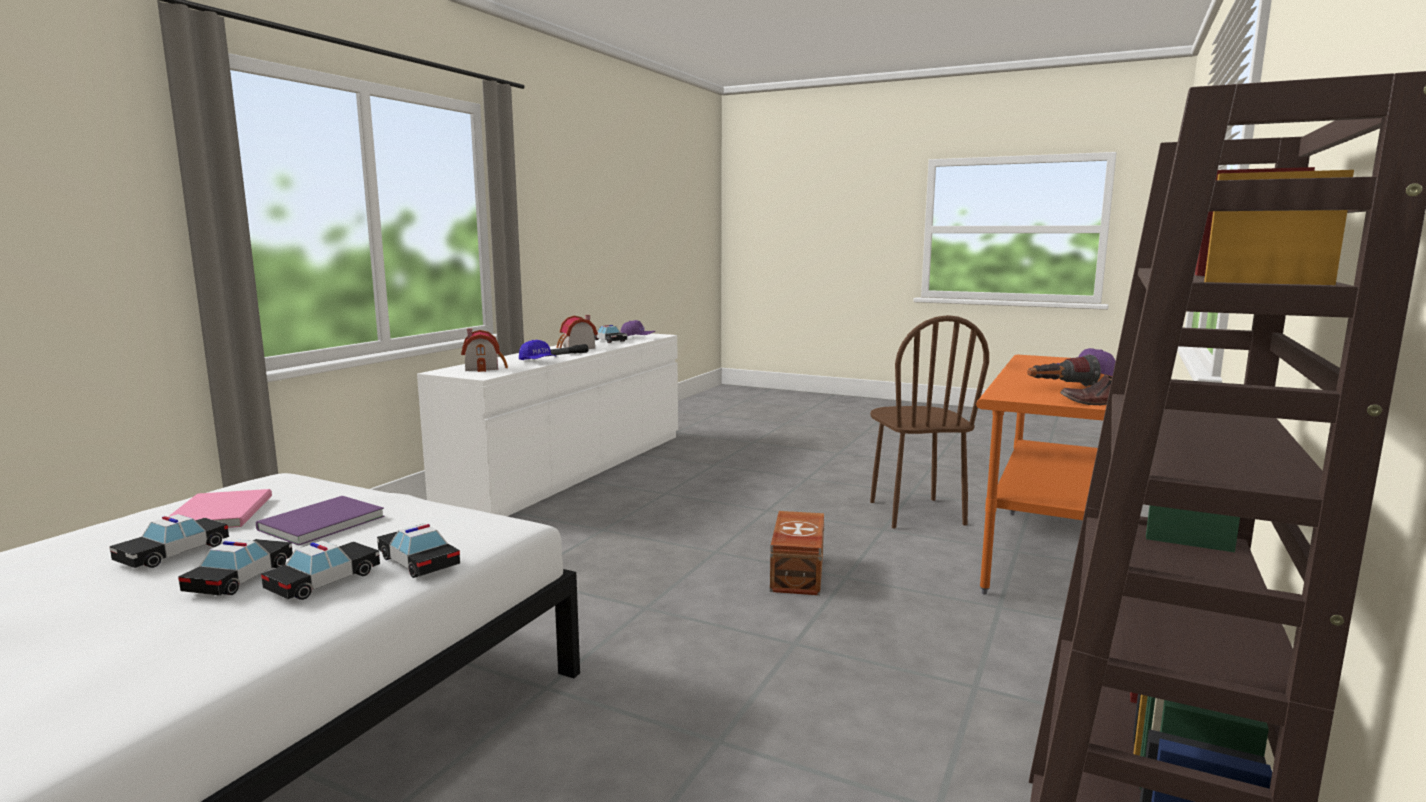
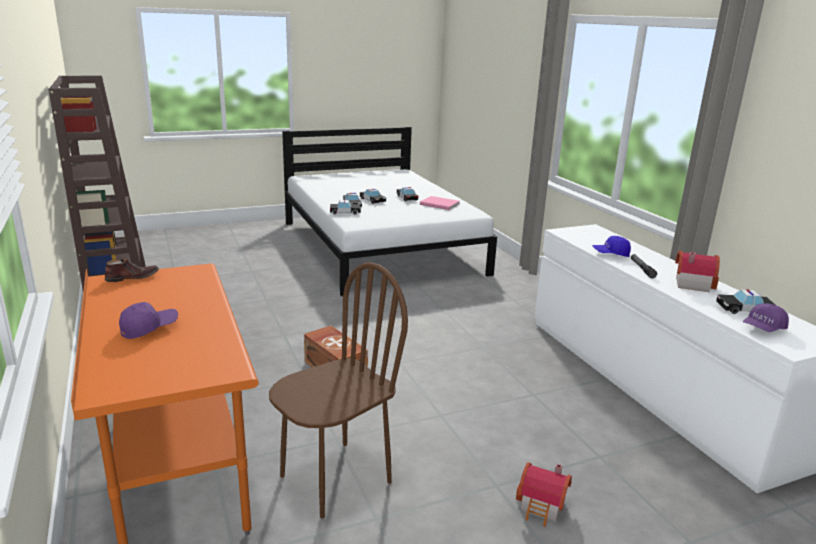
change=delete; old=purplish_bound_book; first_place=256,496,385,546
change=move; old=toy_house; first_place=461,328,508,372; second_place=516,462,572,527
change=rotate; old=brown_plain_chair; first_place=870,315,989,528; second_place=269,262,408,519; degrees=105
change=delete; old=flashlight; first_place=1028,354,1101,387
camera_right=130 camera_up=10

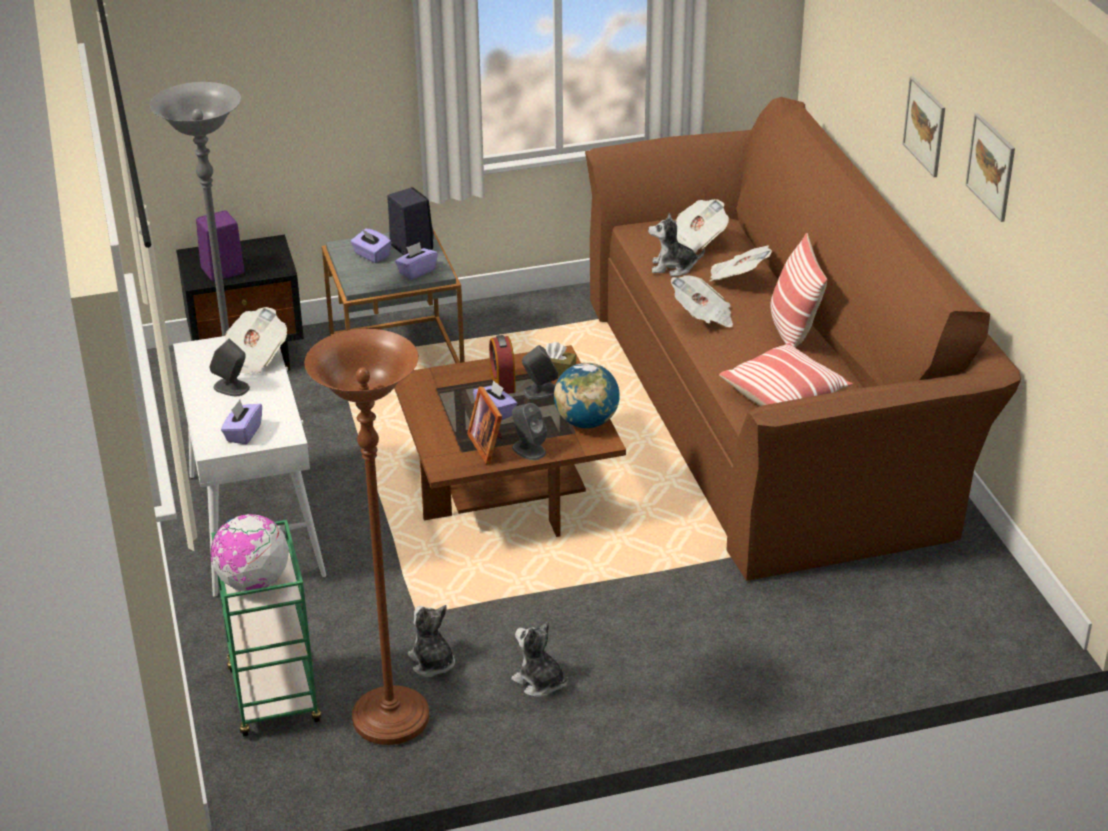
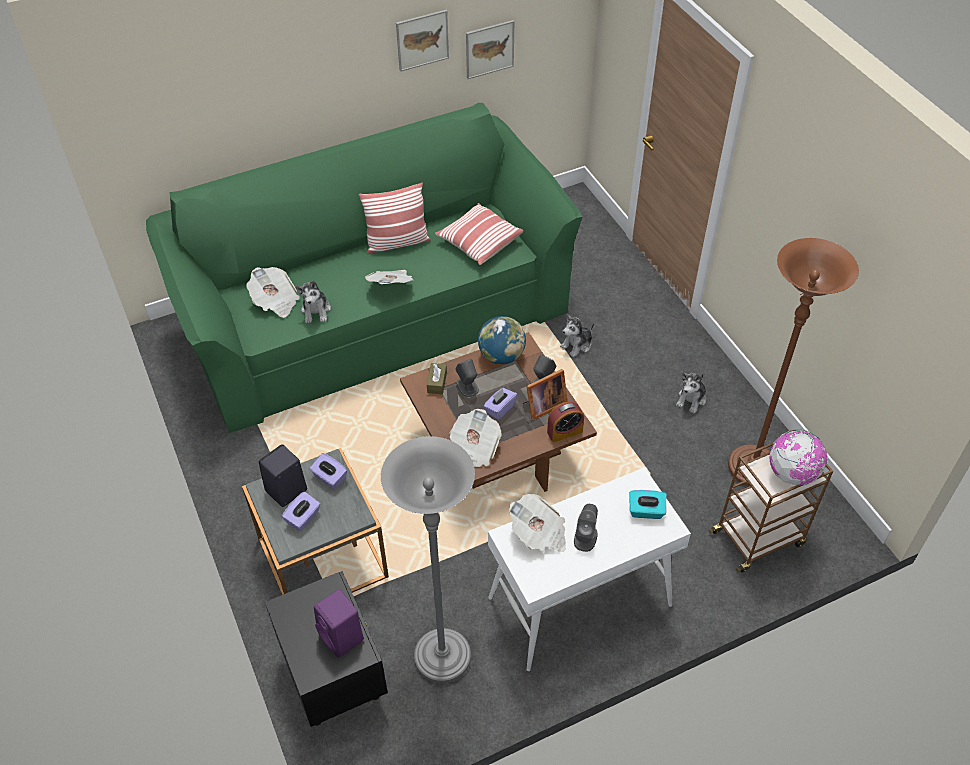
change=recolor; old=greenish_trolley; new=brown_trolley; first_place=211,520,322,737; second_place=709,442,833,573
change=recolor; old=purplish_tissue_holder; new=blue-green_tissue_holder; first_place=221,400,262,445; second_place=630,490,666,519
change=move; old=soft_toy; first_place=408,605,455,677; second_place=560,314,594,357
change=move; old=alarm_clock; first_place=489,335,516,394; second_place=547,402,584,442
change=recolor; old=brown_couch; new=greenish_couch; first_place=585,97,1021,581; second_place=146,103,582,433
change=move; old=newspaper; first_place=710,245,772,281; second_place=449,409,502,467
change=move; old=picture; first_place=903,76,945,177; second_place=466,20,514,79
camera_right=-100 camera_up=15

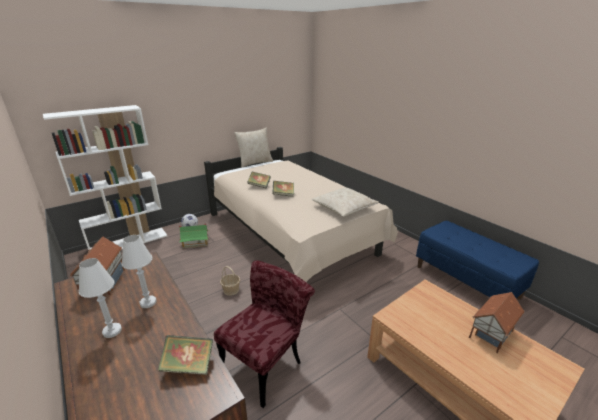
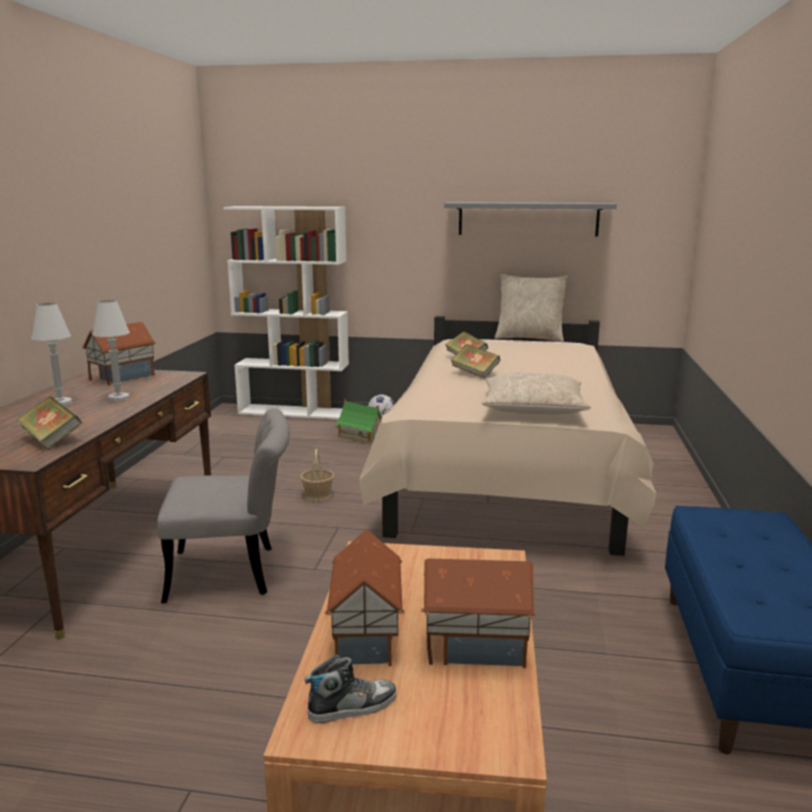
change=recolor; old=reddish_plain_chair; new=grey_plain_chair; first_place=214,260,315,408; second_place=157,408,290,603
change=insert; new=low_shoe; second_place=305,655,397,723
change=insert; new=toy_house; second_place=325,529,405,666
change=insert; new=grey_shelf; second_place=444,202,617,236
camera_right=45 camera_up=-10

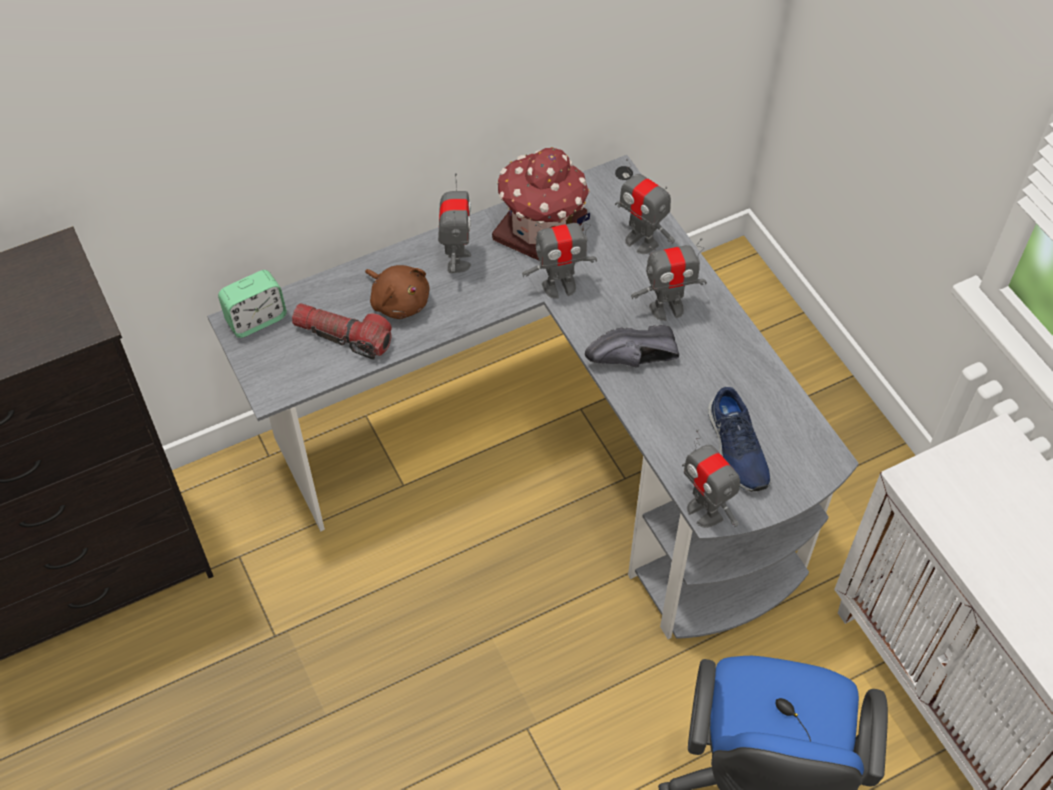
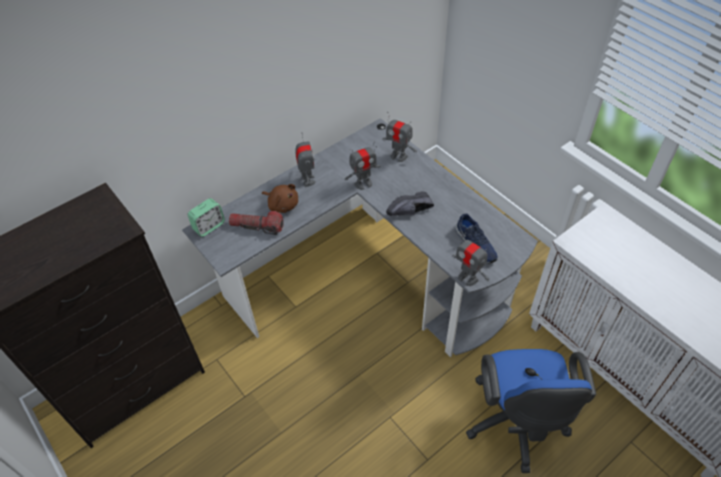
change=delete; old=toy_house; first_place=492,147,590,261
change=delete; old=robot_figure; first_place=631,238,707,321
camera_right=-10 camera_up=-5

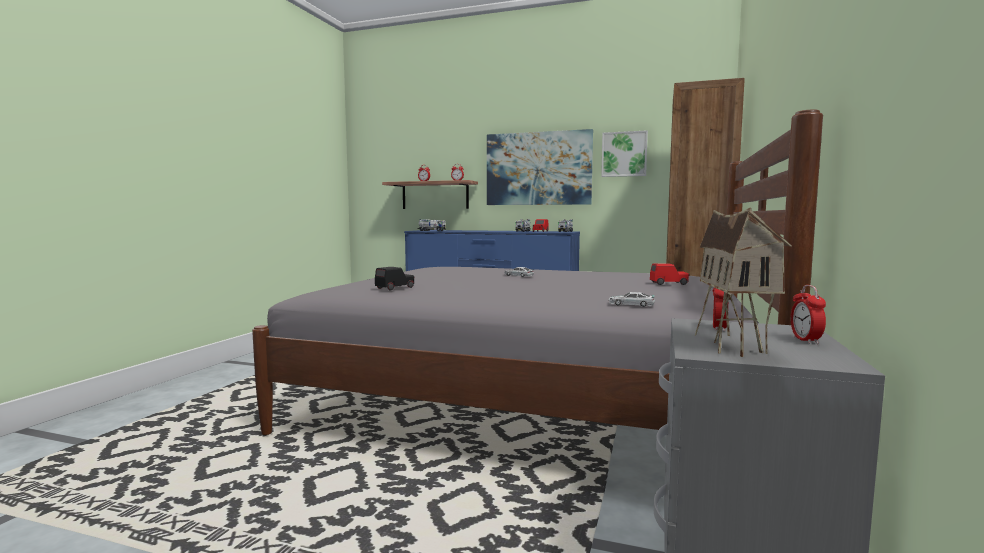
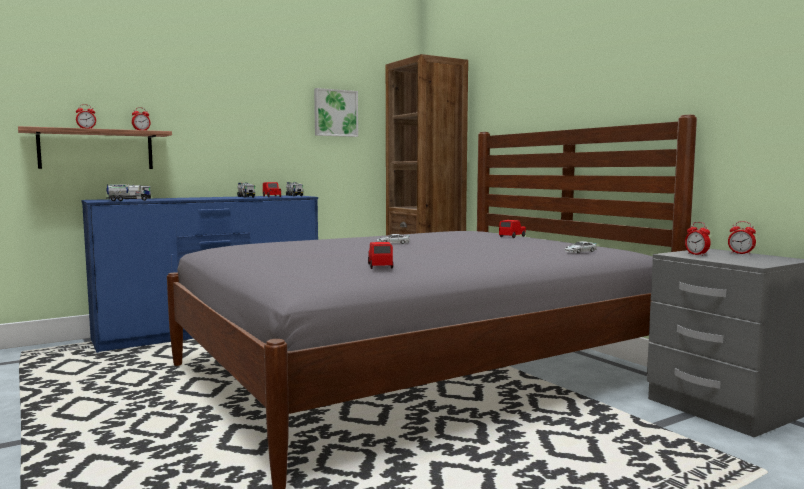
change=recolor; old=black-coloured_miniature_car; new=reddish_miniature_car; first_place=375,267,415,290; second_place=368,242,393,269
change=delete; old=picture; first_place=487,129,593,205
change=delete; old=toy_house; first_place=695,208,792,357
camera_right=-50 camera_up=0

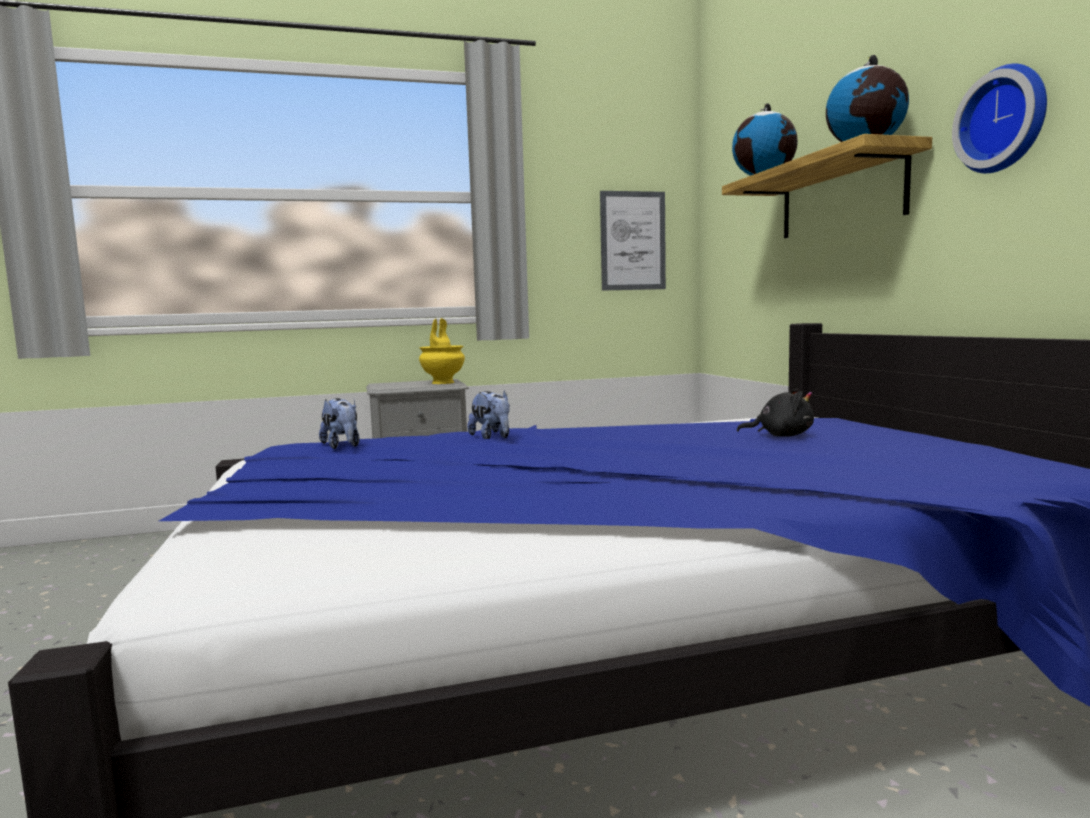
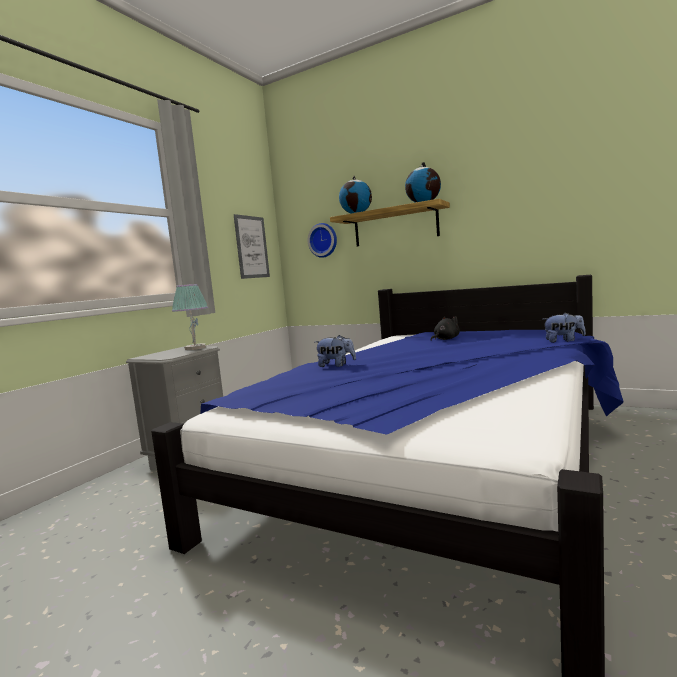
change=move; old=soft_toy; first_place=319,398,360,449; second_place=543,313,586,343
change=replace; old=yellow-coloured_decorative_vase; new=table_lamp; first_place=419,318,465,384; second_place=172,284,208,350
change=move; old=wall_clock; first_place=952,64,1047,173; second_place=308,223,337,258
camera_right=-45 camera_up=0

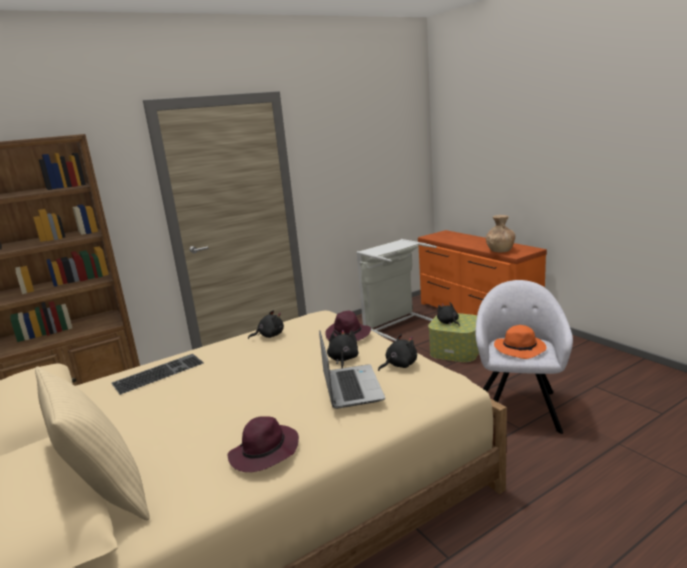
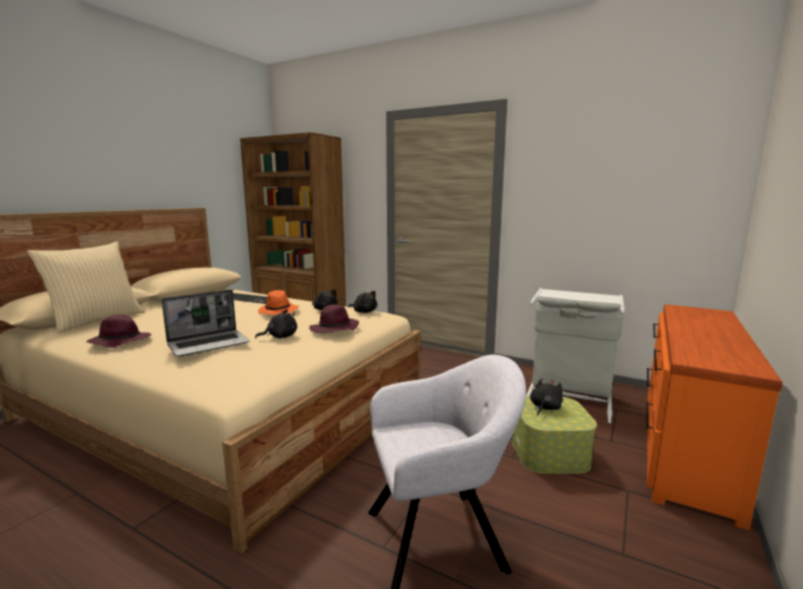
change=move; old=black-coloured_soft_toy; first_place=378,334,417,371; second_place=348,291,377,313
change=delete; old=brown_decorative_vase; first_place=486,215,515,252
change=move; old=orange-coloured_clothing_hat; first_place=494,325,547,359; second_place=258,290,299,315
camera_right=60 camera_up=-5

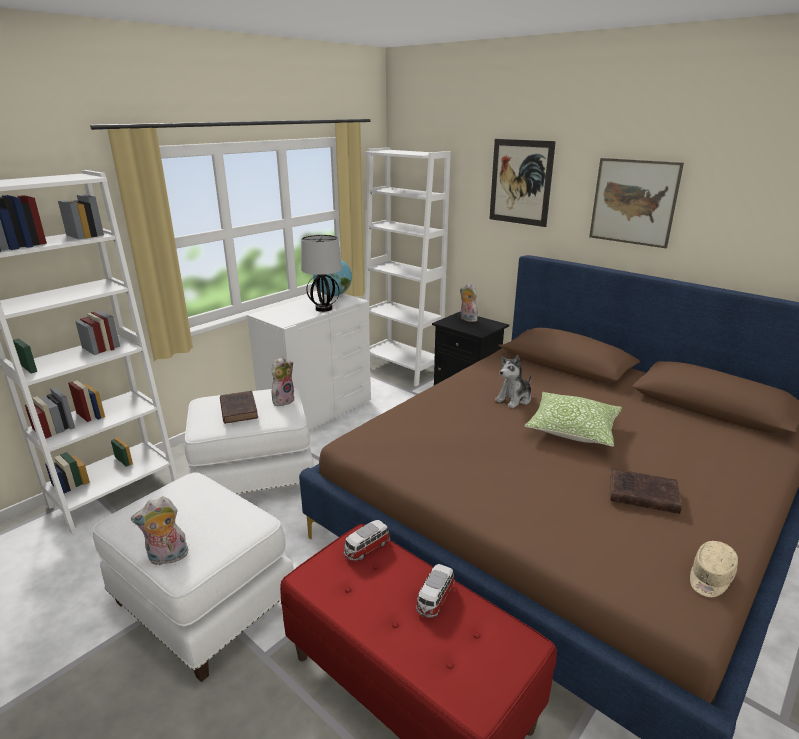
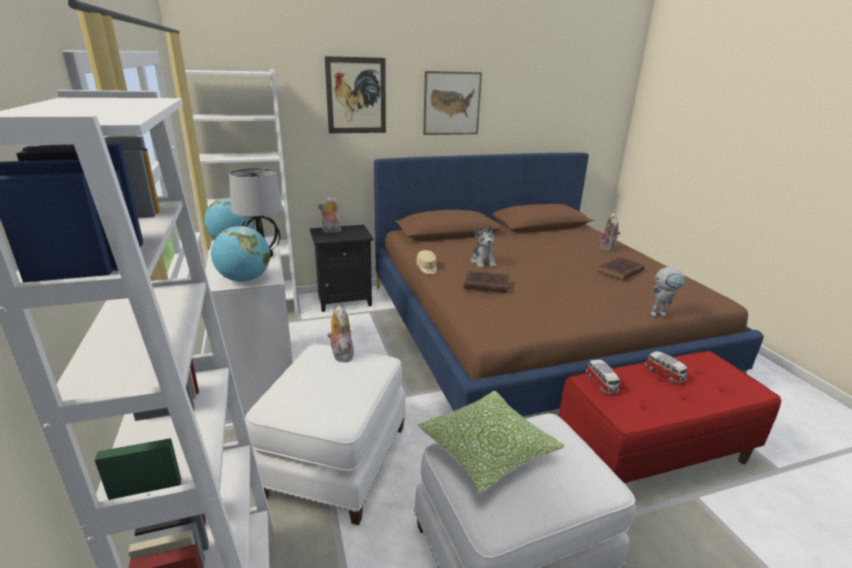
change=move; old=soft_toy; first_place=131,496,189,566; second_place=600,213,620,252
change=move; old=brown_bound_book; first_place=220,391,258,424; second_place=464,271,509,293
change=move; old=pillow; first_place=524,392,622,447; second_place=417,391,564,494
change=move; old=beige-coloured_baseball_cap; first_place=690,541,738,597; second_place=416,250,437,274
change=insert; new=globe; second_place=211,226,270,282
change=insert; new=robot_figure; second_place=651,267,685,317
camera_right=-60 camera_up=0

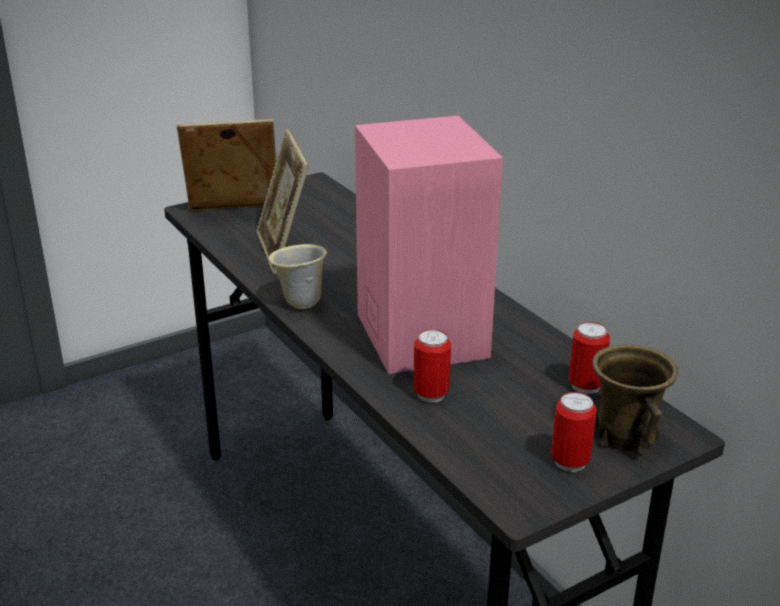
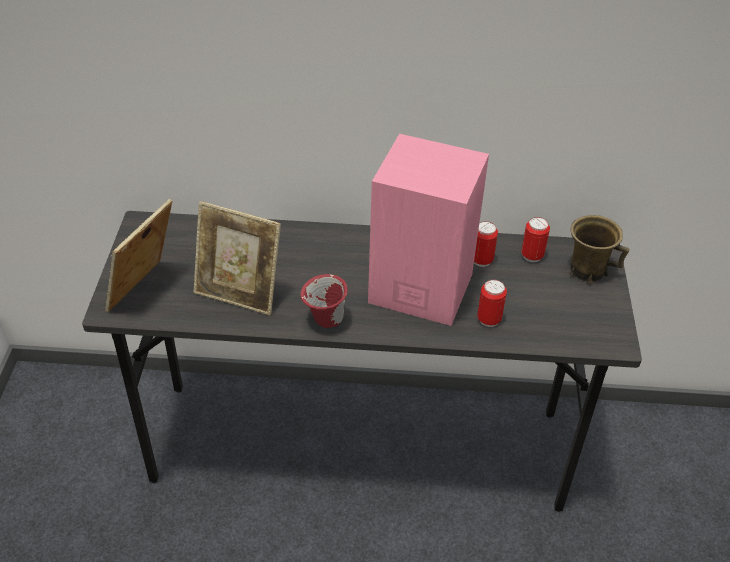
change=recolor; old=beige-coloured_coffee_mug; new=reddish_coffee_mug; first_place=269,244,327,309; second_place=300,274,348,328
change=move; old=metal_can; first_place=551,392,597,472; second_place=474,221,498,267
camera_right=-55 camera_up=15

